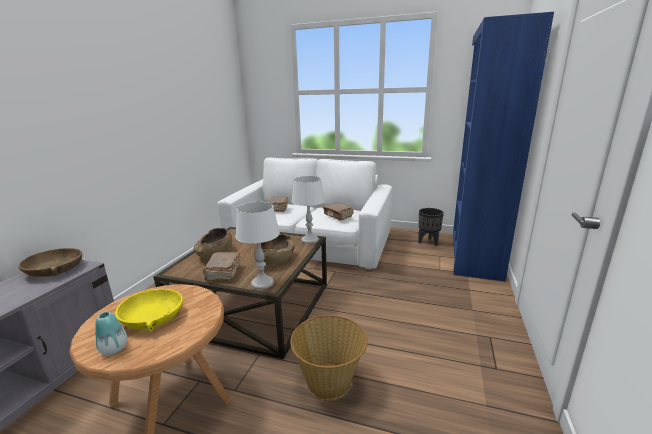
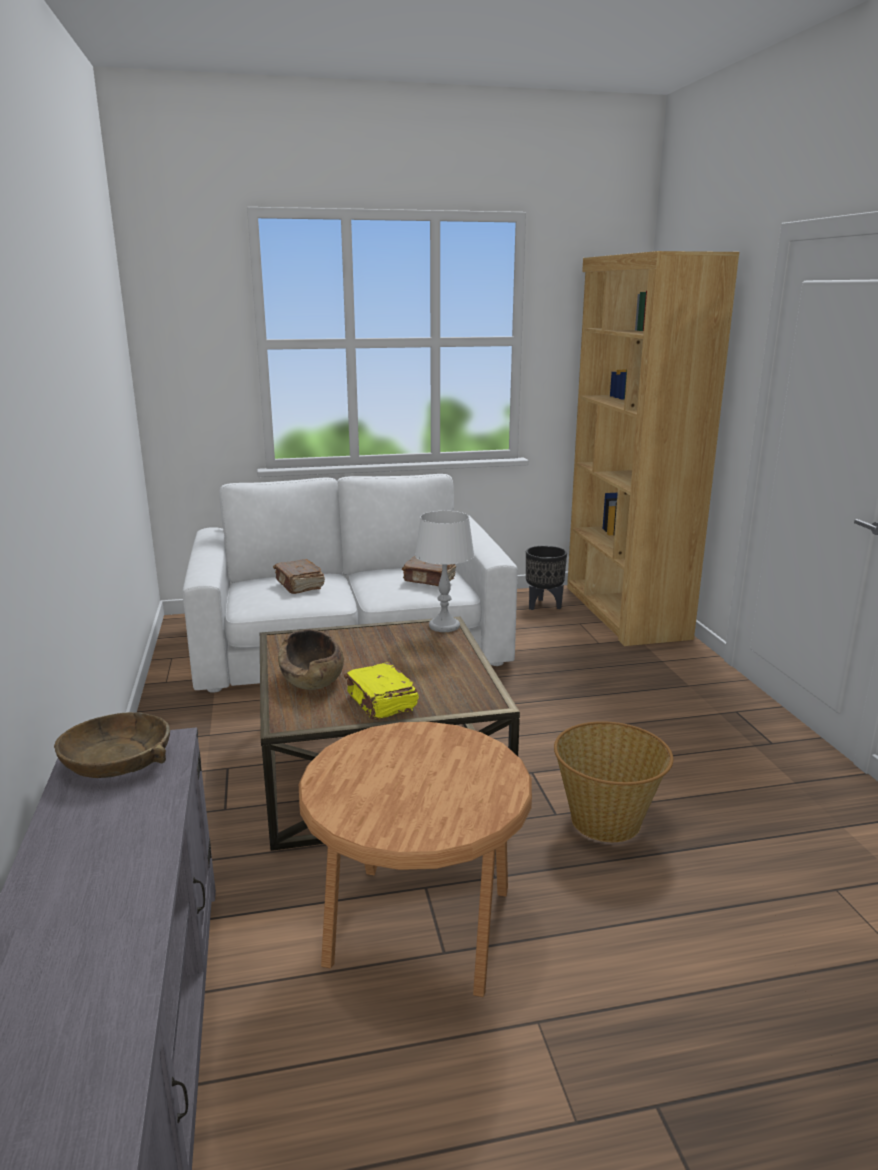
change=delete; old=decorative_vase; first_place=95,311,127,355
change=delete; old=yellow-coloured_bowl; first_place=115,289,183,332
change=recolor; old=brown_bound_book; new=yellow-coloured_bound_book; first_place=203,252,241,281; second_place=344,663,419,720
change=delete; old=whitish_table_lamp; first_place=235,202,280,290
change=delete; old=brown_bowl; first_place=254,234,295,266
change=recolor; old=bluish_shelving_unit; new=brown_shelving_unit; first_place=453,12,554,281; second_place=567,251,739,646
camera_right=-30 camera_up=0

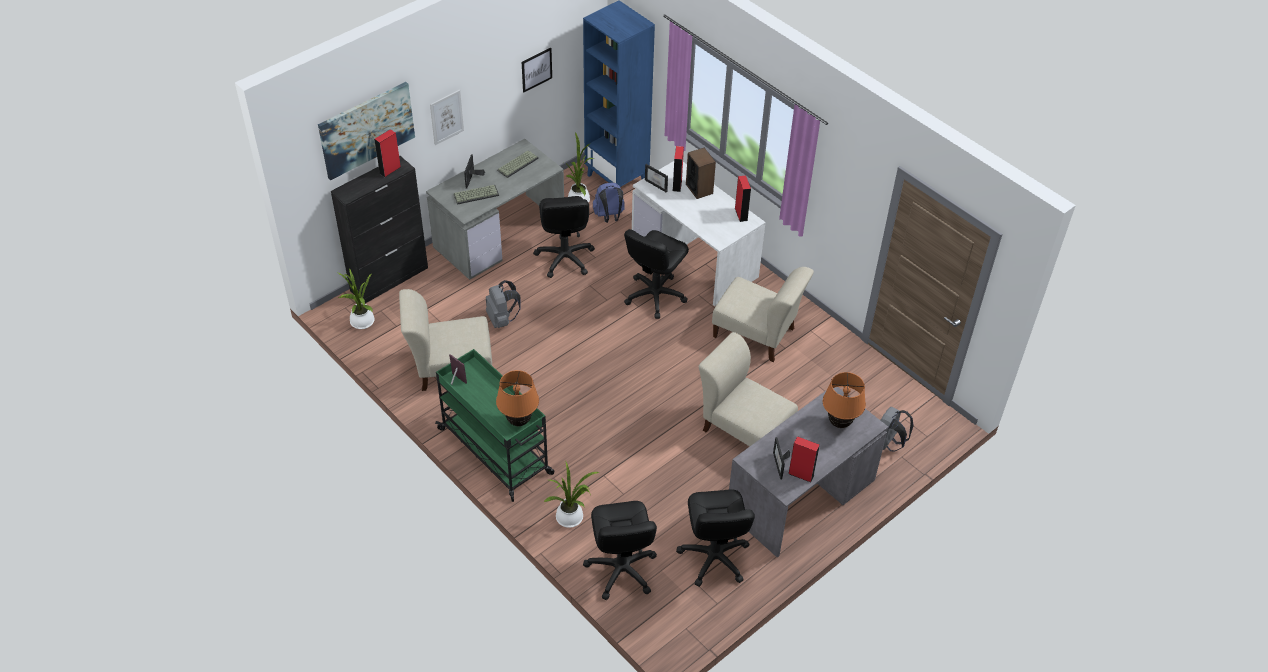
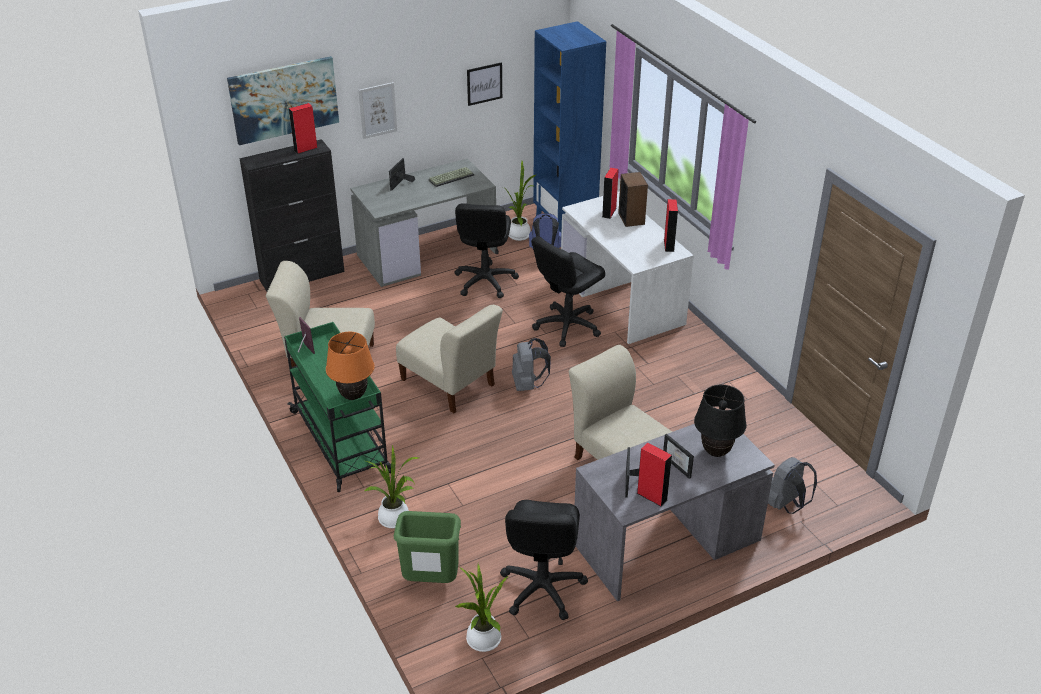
change=move; old=plant_in_a_pot; first_place=338,268,375,329; second_place=455,564,508,652
change=delete; old=keyboard; first_place=453,185,499,205
change=move; old=grey_rucksack; first_place=486,280,521,328; second_place=512,338,551,391
change=replace; old=black-coloured_computer_chair; new=greenish_rubbish_bin; first_place=583,501,657,600; second_place=394,511,461,583
change=move; old=standing_frame; first_place=645,164,668,193; second_place=663,434,694,479
change=move; old=beige-coloured_plain_chair; first_place=712,267,814,362; second_place=396,305,503,413
change=recolor; old=orange-coloured_table_lamp; new=black-coloured_table_lamp; first_place=823,372,866,428; second_place=694,385,747,457
camera_right=15 camera_up=-10

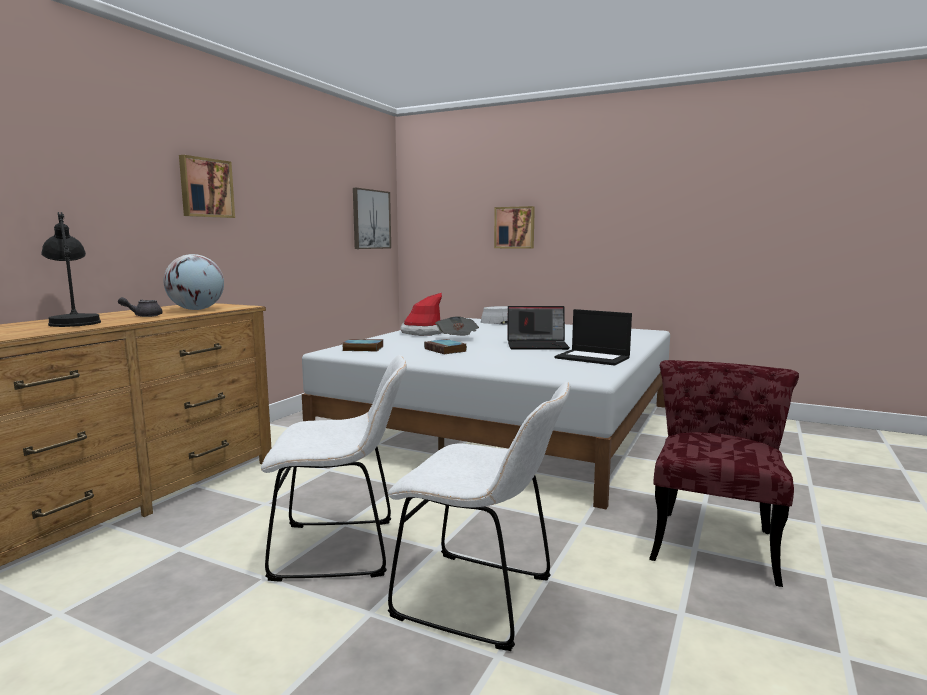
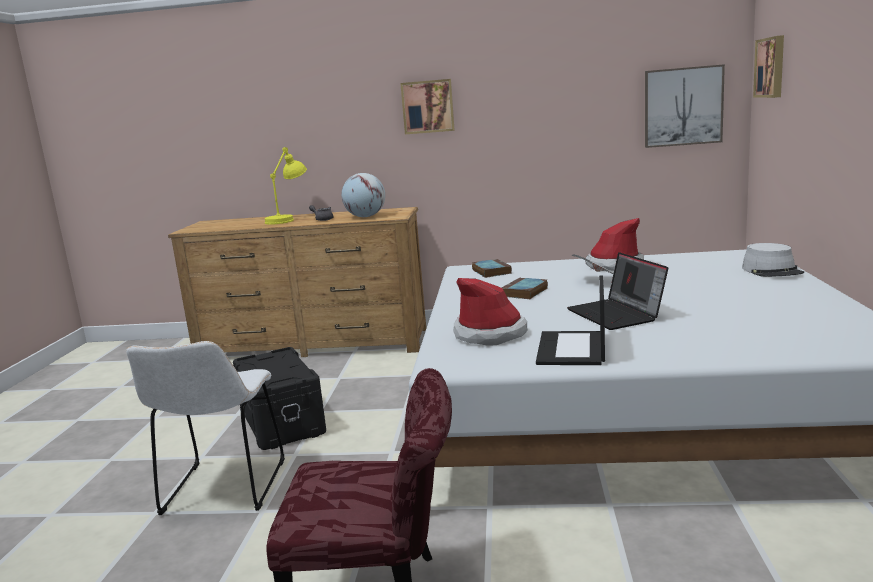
change=recolor; old=black-coloured_table_lamp; new=yellow-coloured_table_lamp; first_place=41,212,101,327; second_place=265,147,307,225
change=replace; old=whitish_plain_chair; new=black-coloured_storage_box; first_place=261,355,407,582; second_place=233,347,326,450
change=move; old=picture; first_place=494,206,535,249; second_place=753,35,784,98
change=insert; new=clothing_hat; second_place=453,278,528,346
camera_right=70 camera_up=5

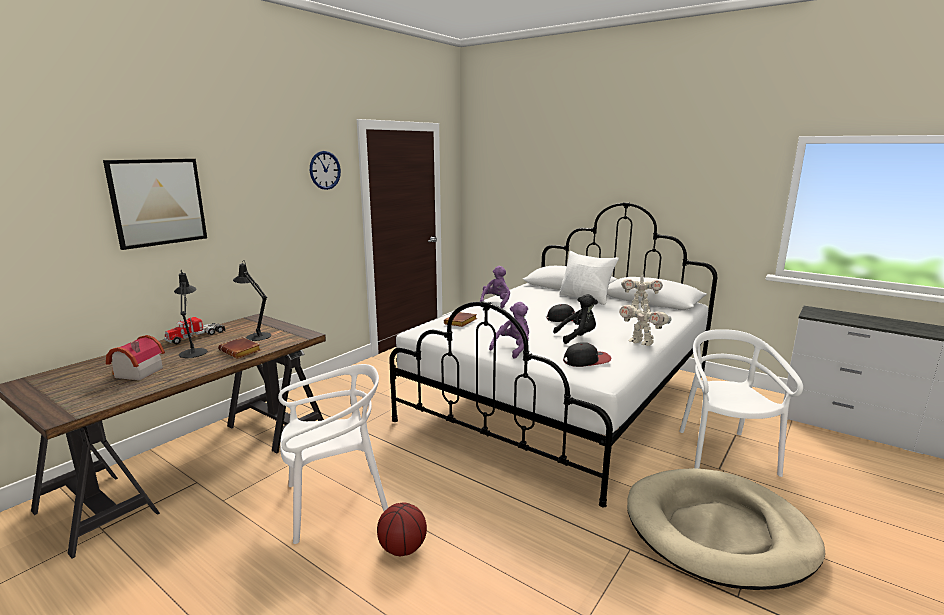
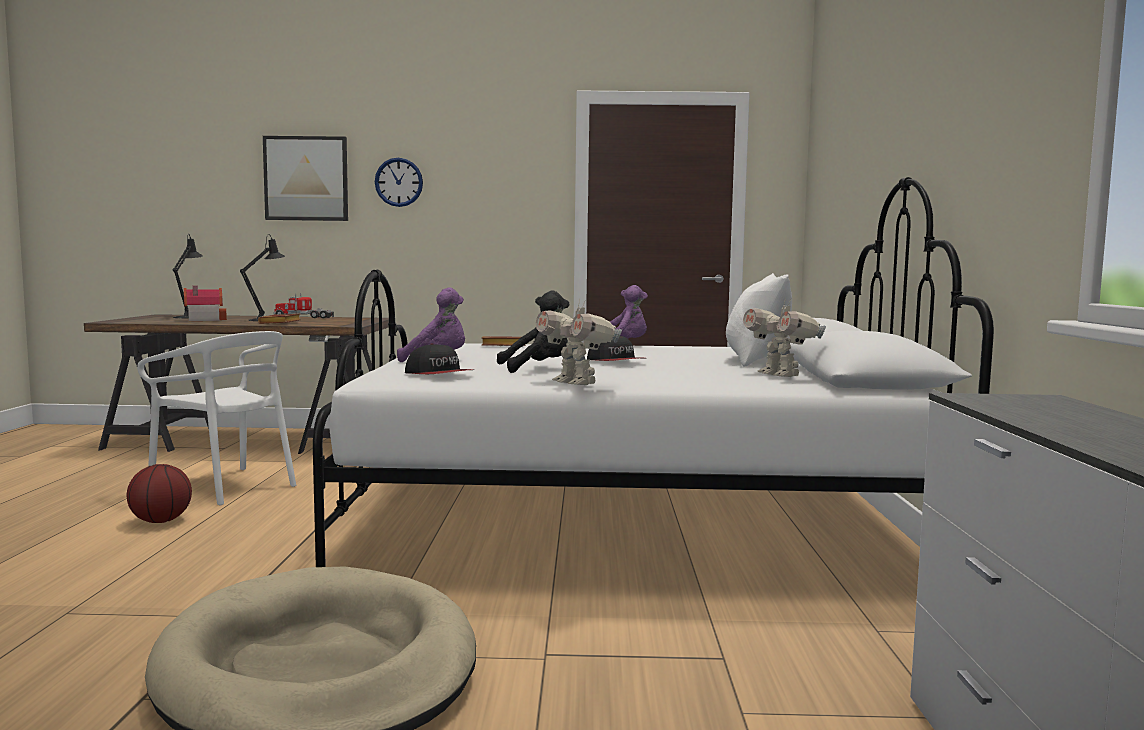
change=move; old=black-coloured_table_lamp; first_place=233,260,271,341; second_place=173,234,203,318
change=move; old=wall_clock; first_place=310,151,341,190; second_place=375,158,423,207
change=rotate; old=black-coloured_soft_toy; first_place=553,294,598,344; second_place=497,291,569,373; degrees=-60
change=rotate; old=robot_figure; first_place=619,300,672,346; second_place=536,299,622,385; degrees=-45
change=delete; old=whitish_plain_chair; first_place=679,329,803,477
camera_right=55 camera_up=-10

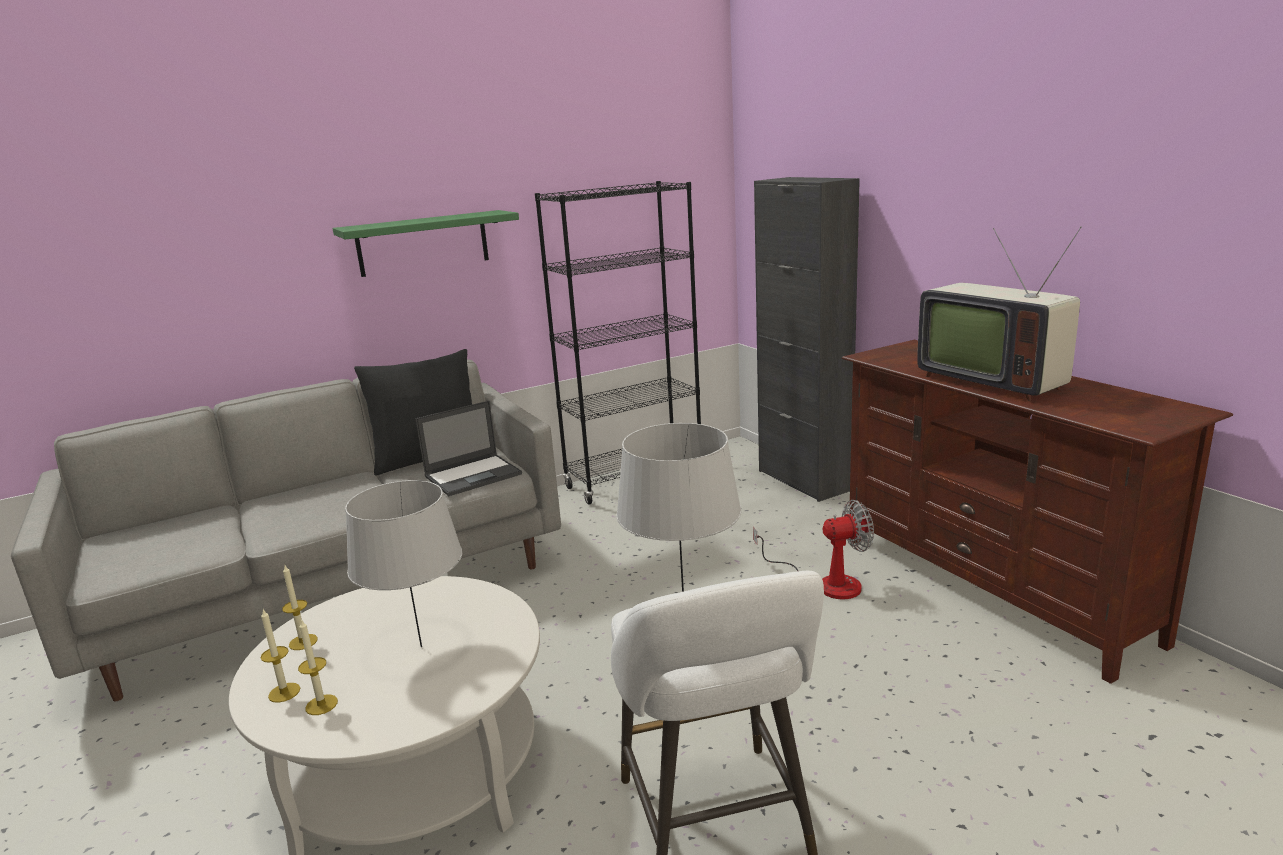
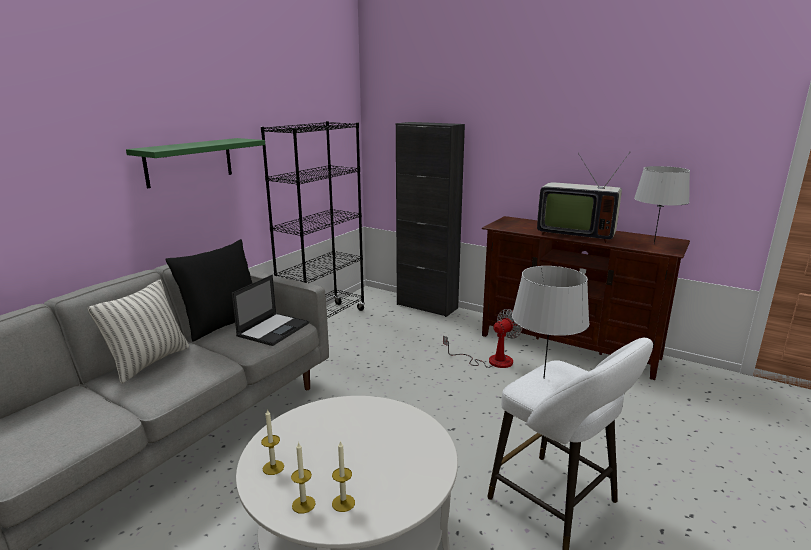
change=move; old=grey_table_lamp; first_place=345,480,462,647; second_place=634,166,690,244
change=insert; new=pillow; second_place=88,280,189,384
camera_right=-30 camera_up=0

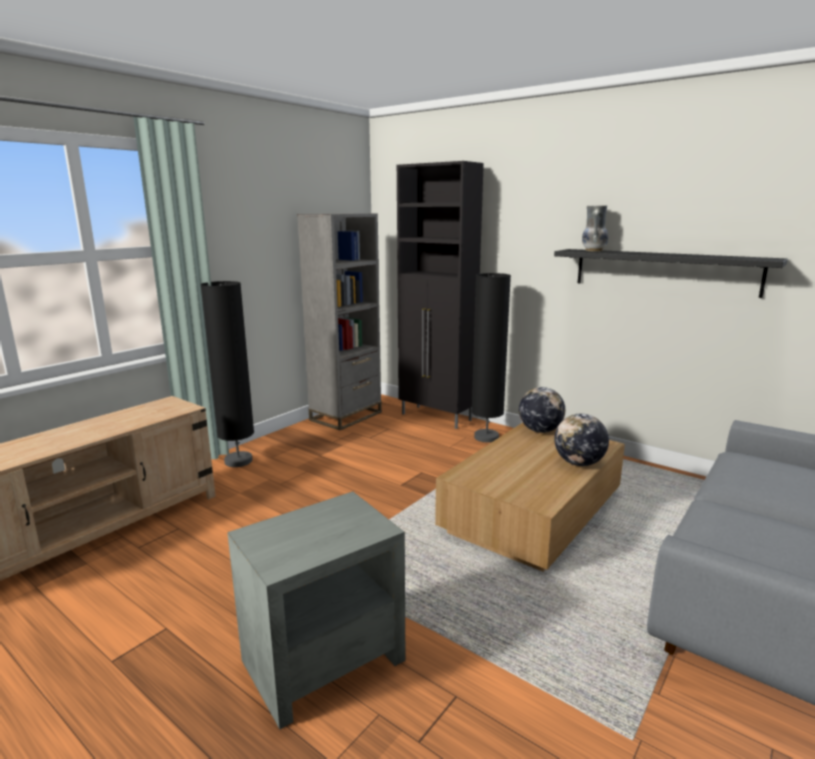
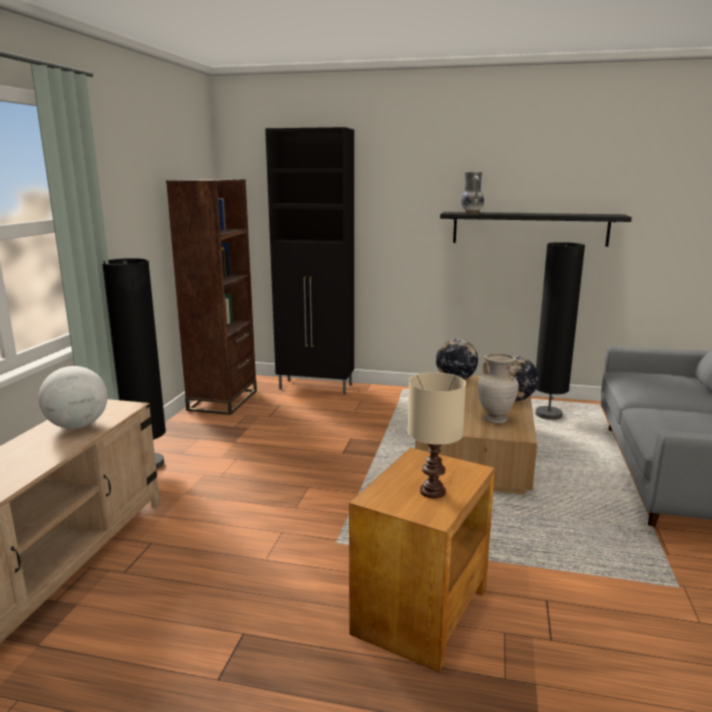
change=recolor; old=grey_side_table; new=brown_side_table; first_place=227,491,405,729; second_place=349,447,495,672
change=recolor; old=grey_shelving_unit; new=brown_shelving_unit; first_place=297,213,382,430; second_place=166,179,257,415
change=move; old=black-coloured_standing_lamp; first_place=471,273,511,443; second_place=535,242,585,420
change=insert; new=globe; second_place=38,366,108,429
change=insert; new=beige-coloured_table_lamp; second_place=408,372,466,498
change=insert; new=beige-coloured_decorative_vase; second_place=478,354,519,423
camera_right=-25 camera_up=0

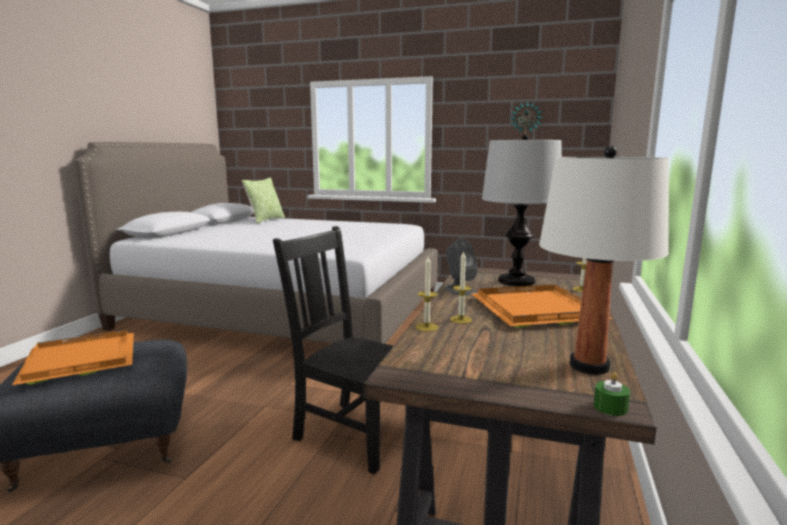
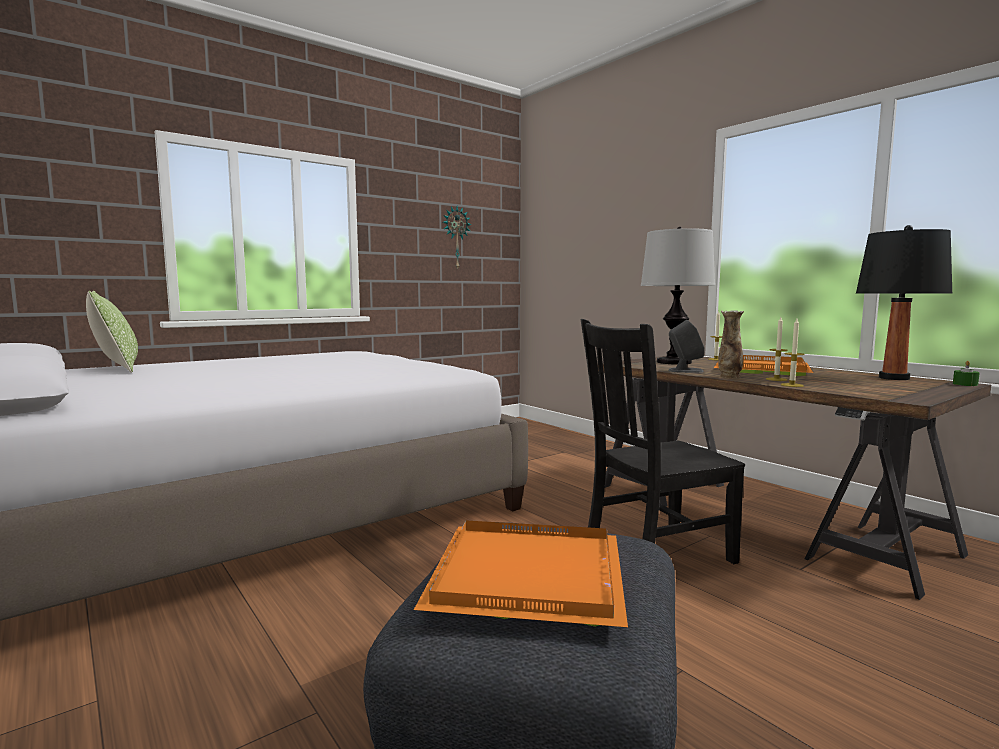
change=recolor; old=whitish_table_lamp; new=black-coloured_table_lamp; first_place=539,146,669,375; second_place=856,225,952,380
change=insert; new=decorative_vase; second_place=718,310,744,378
camera_right=-55 camera_up=-5

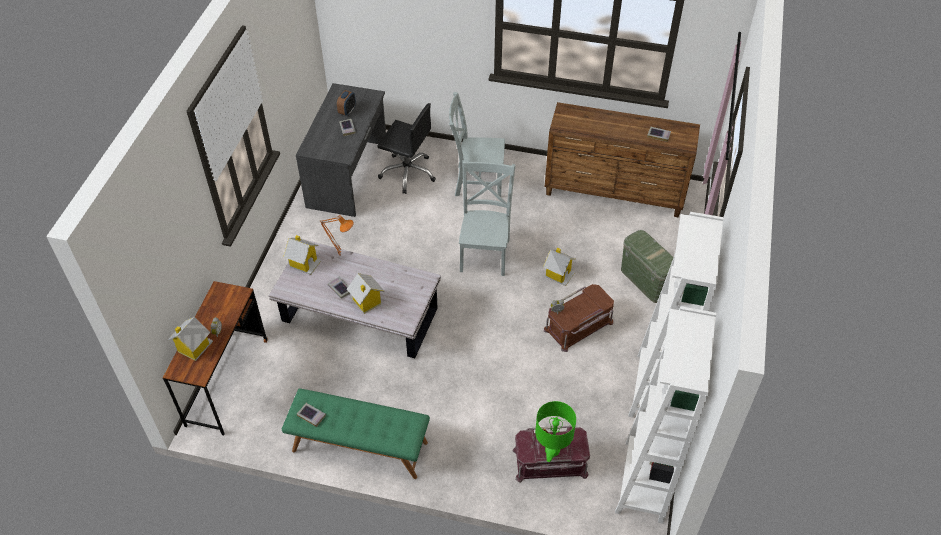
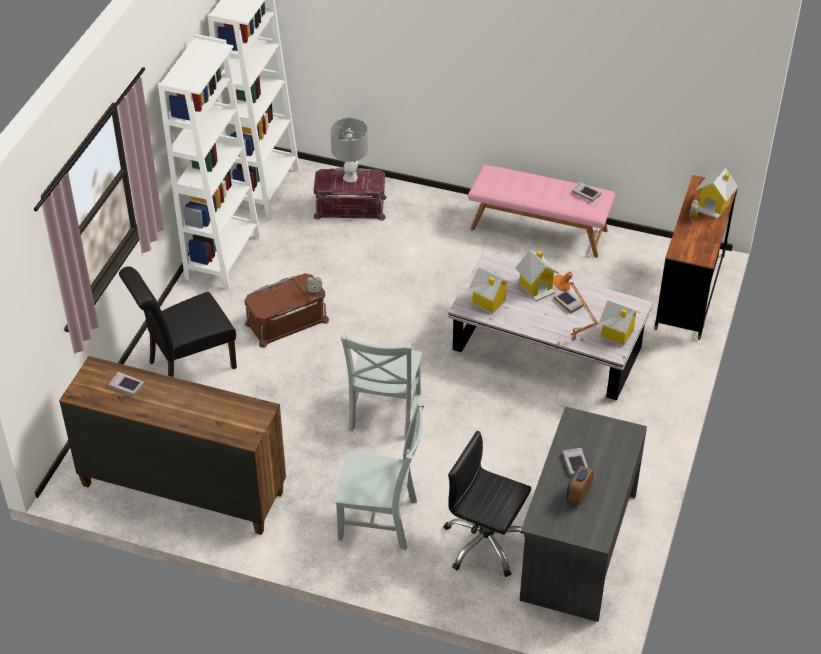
change=recolor; old=greenish_bench; new=pinkish_bench; first_place=282,388,430,479; second_place=468,165,615,258
change=recolor; old=greenish_table_lamp; new=grey_table_lamp; first_place=535,401,576,462; second_place=330,118,368,182
change=move; old=toy_house; first_place=543,248,575,286; second_place=468,267,512,314
change=replace; old=greenish_storage_box; new=black-coloured_plain_chair; first_place=621,230,674,303; second_place=119,266,237,377
camera_right=-175 camera_up=-5

